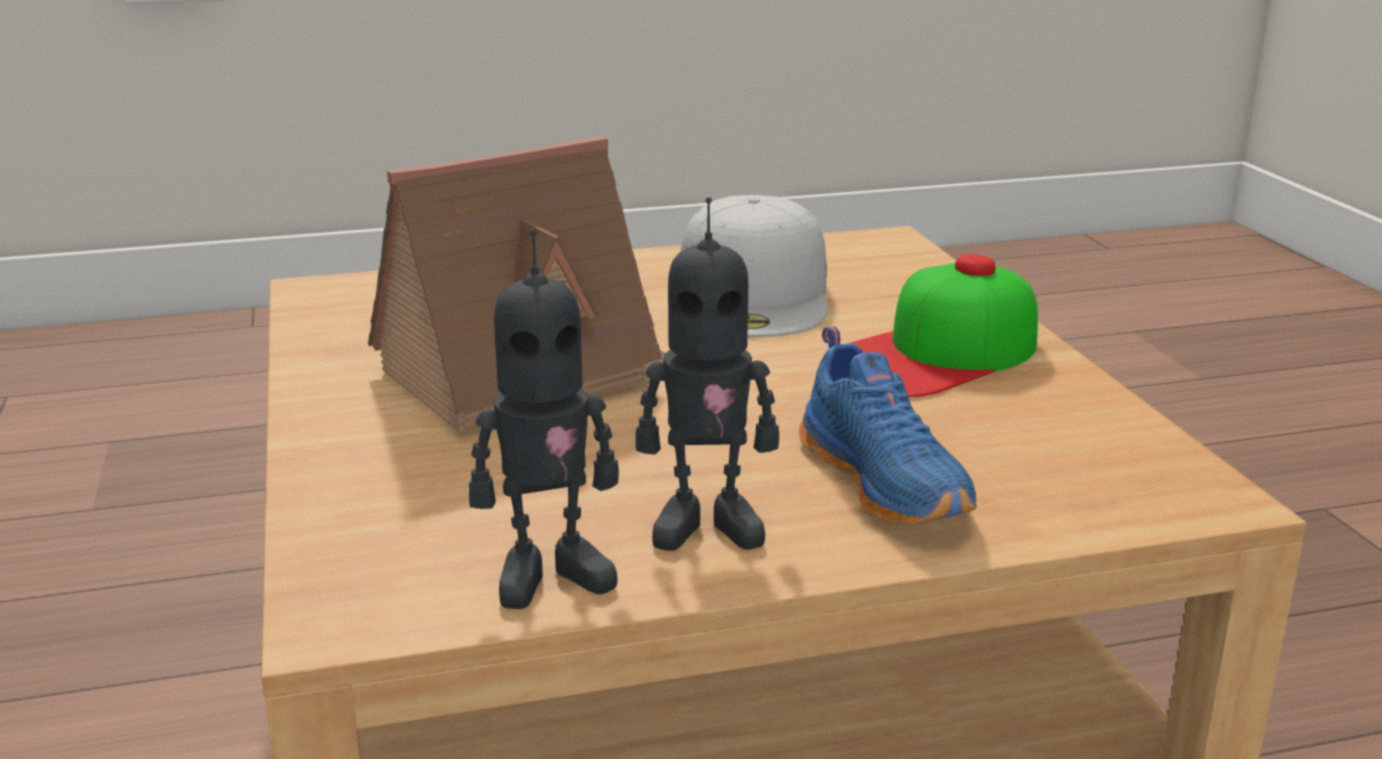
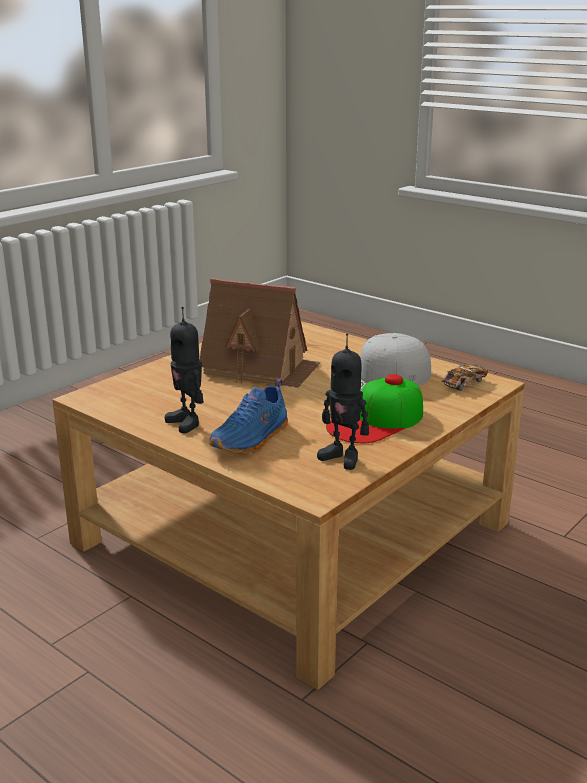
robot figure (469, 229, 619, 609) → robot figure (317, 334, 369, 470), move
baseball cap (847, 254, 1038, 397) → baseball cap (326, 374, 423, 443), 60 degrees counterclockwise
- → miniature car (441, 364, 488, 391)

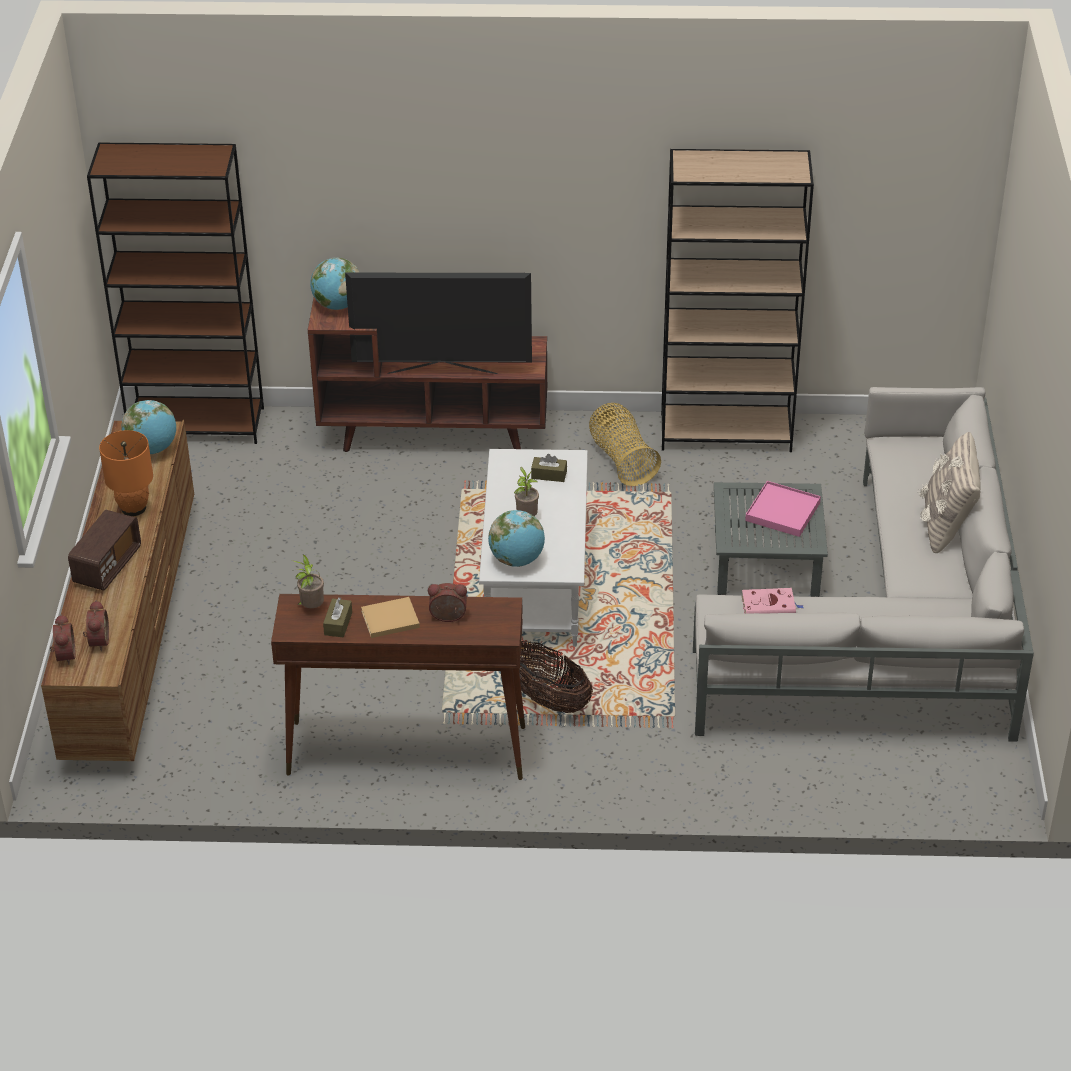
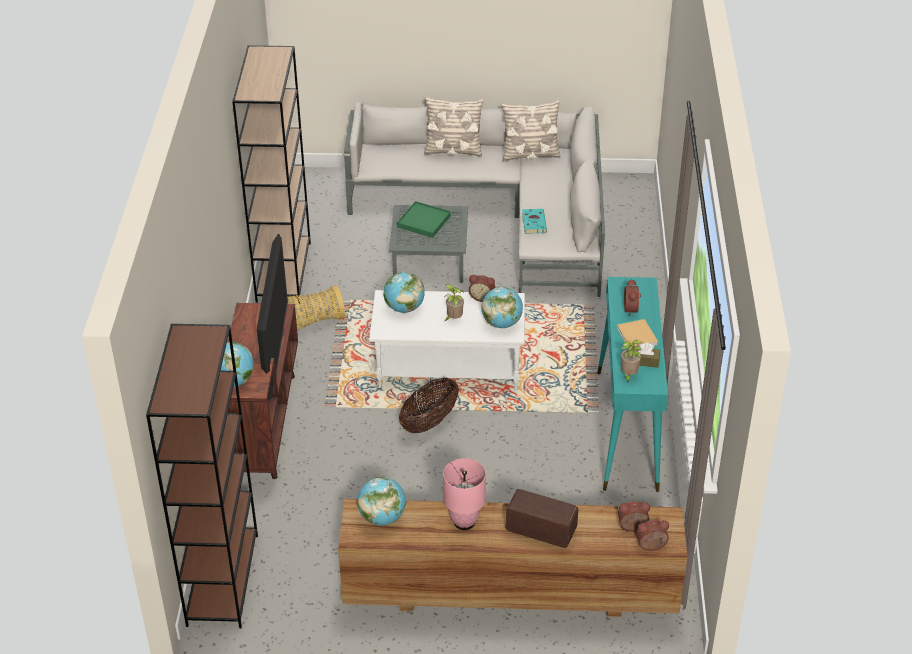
orangey lamp for a table (99, 430, 153, 516) → pink lamp for a table (443, 458, 486, 530)
brownish box of tissues (531, 454, 567, 482) → globe (384, 272, 425, 313)
pink tray (745, 481, 821, 537) → greenish tray (397, 201, 451, 238)
pink volume (742, 588, 804, 613) → turquoise volume (522, 209, 547, 234)
brownish hall table (271, 594, 525, 780) → turquoise hall table (597, 277, 668, 492)
household basket (519, 640, 593, 713) → household basket (399, 377, 459, 433), move
- → sand-coloured cushion (502, 101, 560, 161)
- → bedside clock (469, 275, 495, 302)

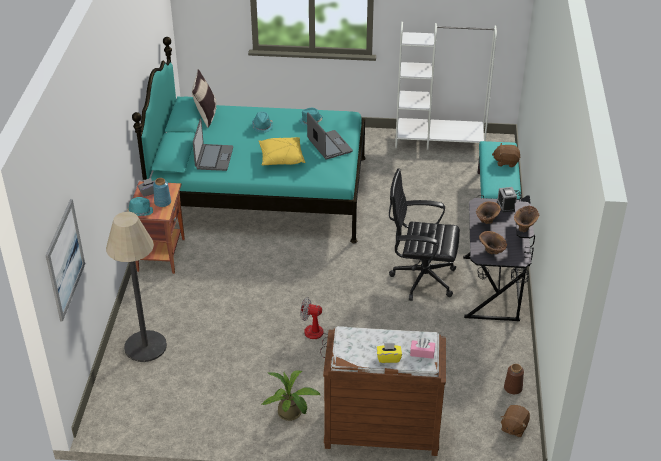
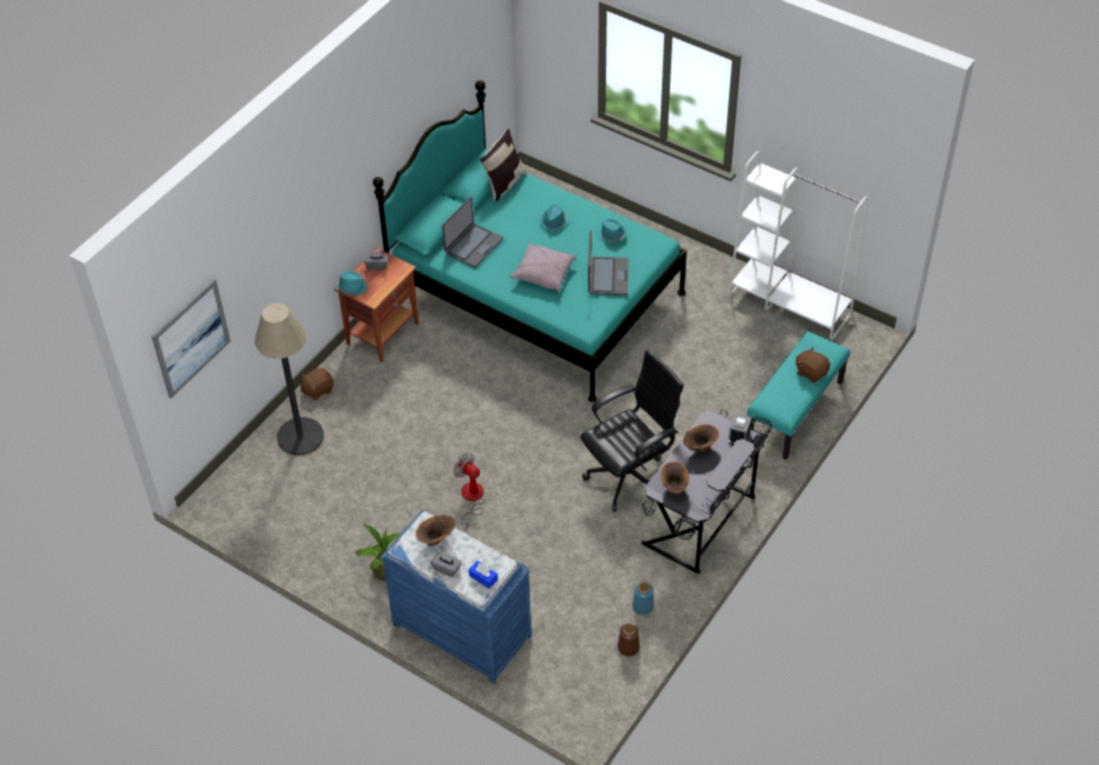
yellow cushion (258, 137, 305, 165) → purple cushion (510, 243, 576, 292)
black office chair (389, 168, 460, 301) → black office chair (581, 349, 683, 512), 105 degrees clockwise
blue decorative vase (153, 178, 171, 207) → blue decorative vase (632, 582, 654, 615), move
brownish decorative vase (514, 206, 540, 232) → brownish decorative vase (416, 515, 455, 546), move
brownish chest of drawers (323, 326, 446, 456) → blue chest of drawers (381, 510, 532, 684)
pink box of tissues (410, 338, 435, 359) → blue box of tissues (469, 561, 498, 589)
yellow box of tissues (377, 343, 402, 363) → gray box of tissues (431, 552, 462, 577)
brownish soft toy (501, 405, 530, 437) → brownish soft toy (300, 368, 334, 400), move

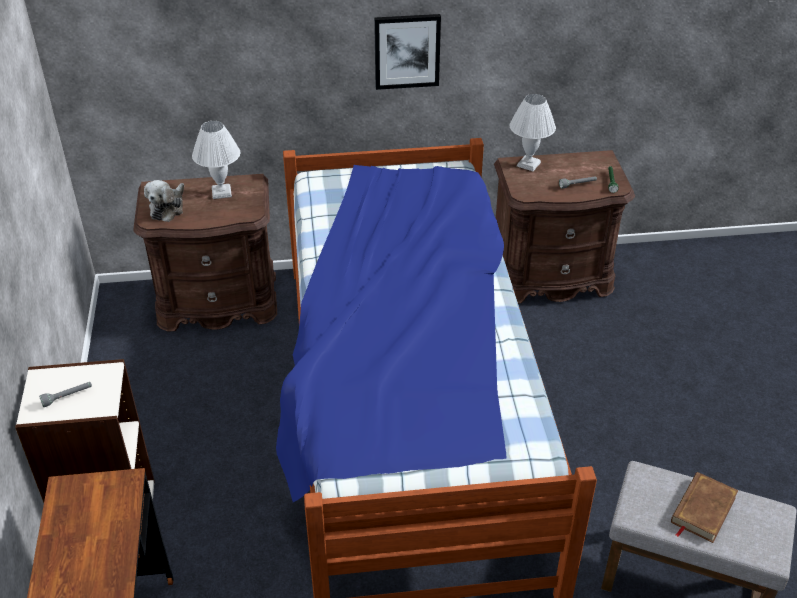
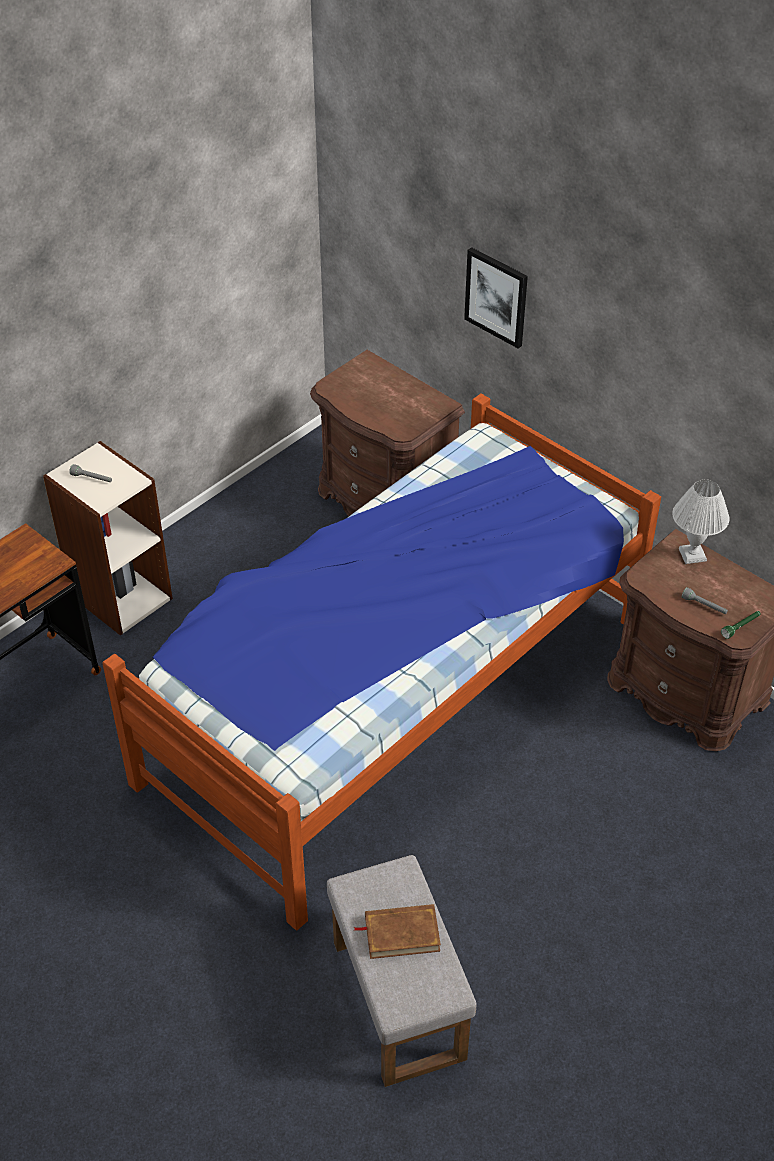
wall picture (374, 14, 441, 90) → wall picture (464, 247, 528, 348), move
white lamp for a table (192, 121, 240, 199) → -
soft toy (144, 180, 184, 222) → -

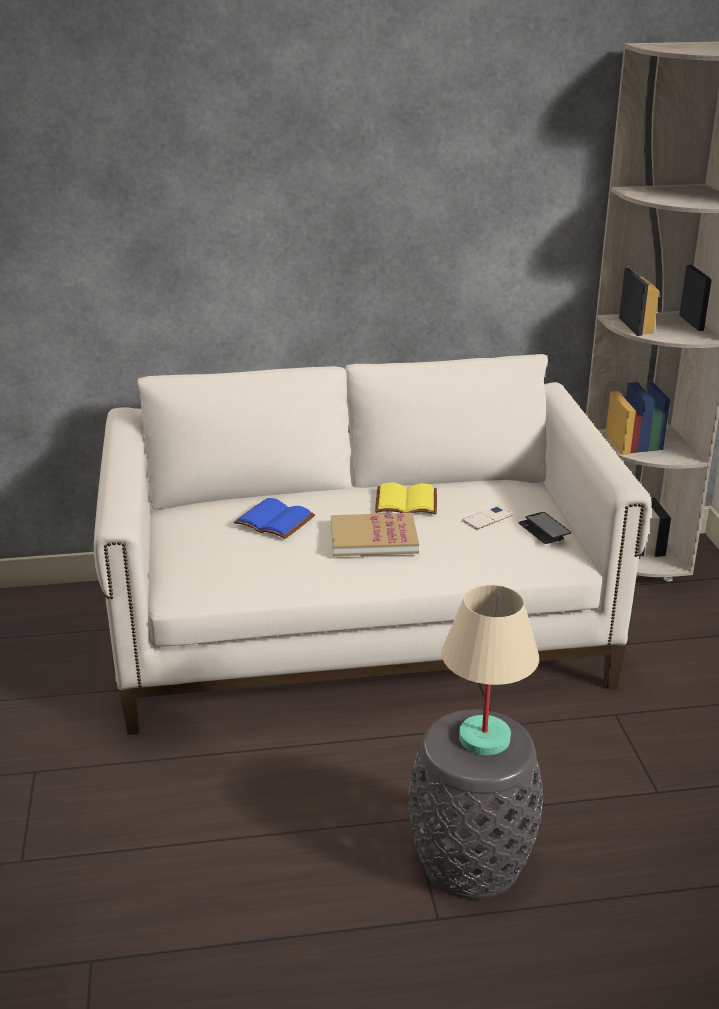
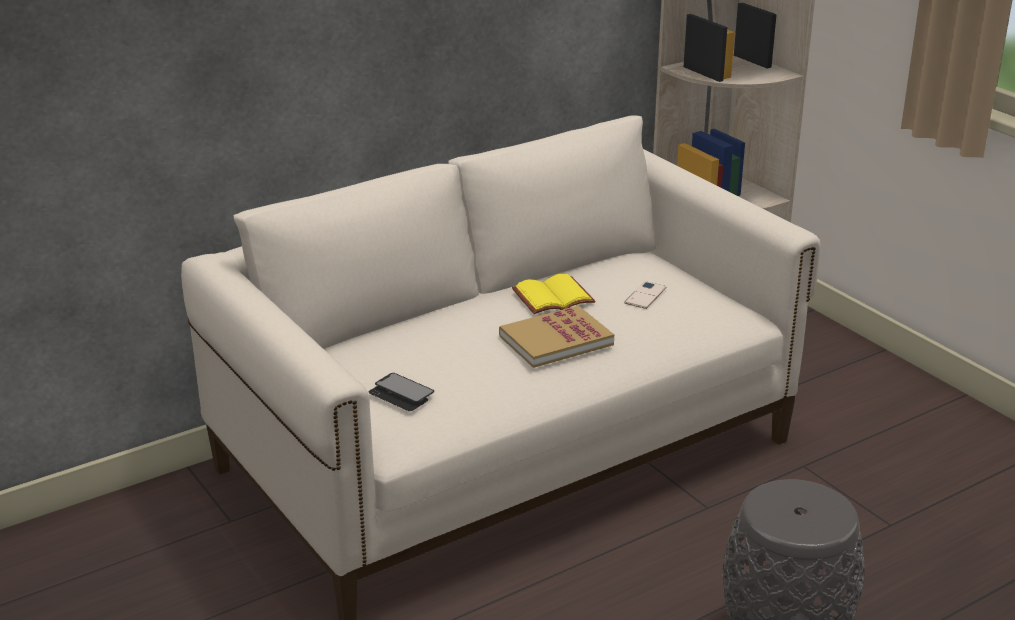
blue volume (234, 498, 315, 539) → -
handset (518, 512, 571, 544) → handset (368, 373, 434, 411), move
sand-coloured lamp for a table (442, 585, 539, 755) → -

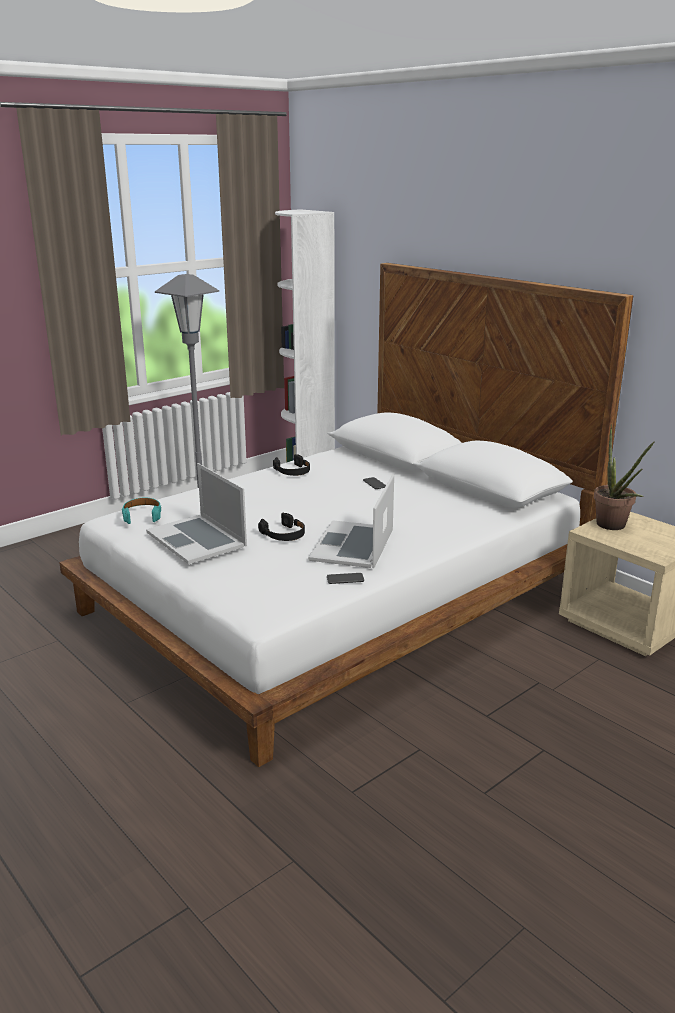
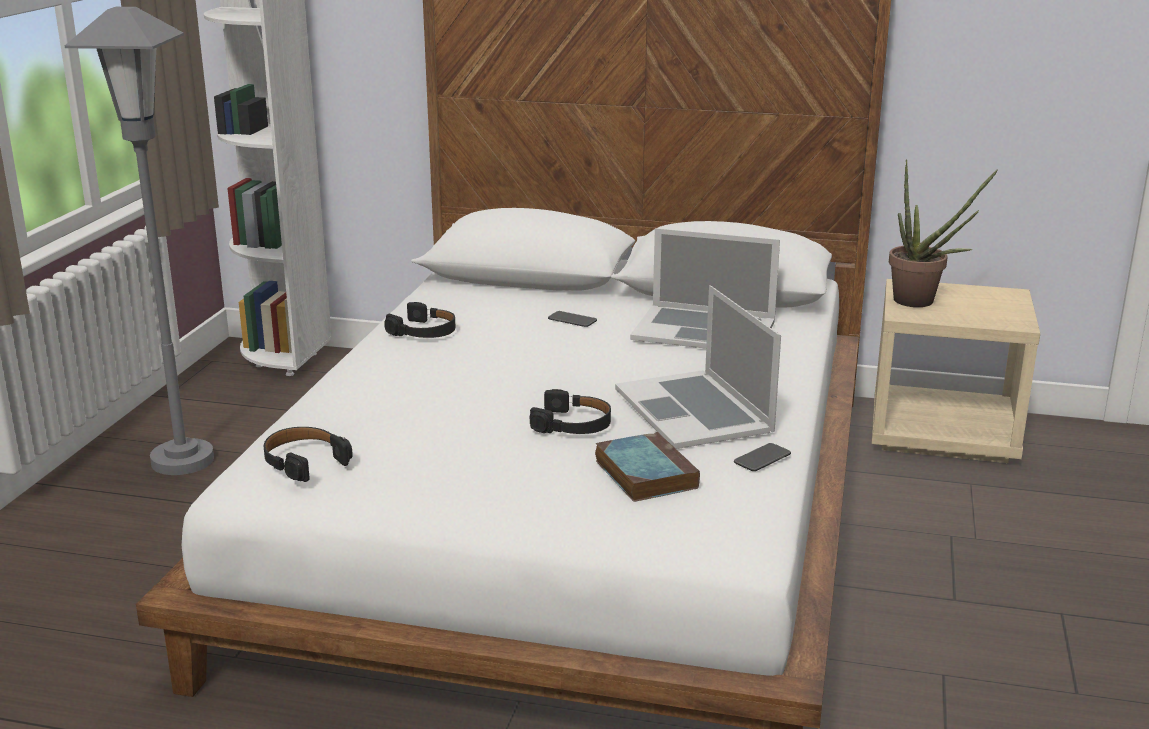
laptop (146, 463, 247, 564) → laptop (630, 228, 780, 349), move
turquoise headset (122, 497, 162, 524) → black headset (264, 427, 353, 482)
- → volume (595, 432, 700, 502)

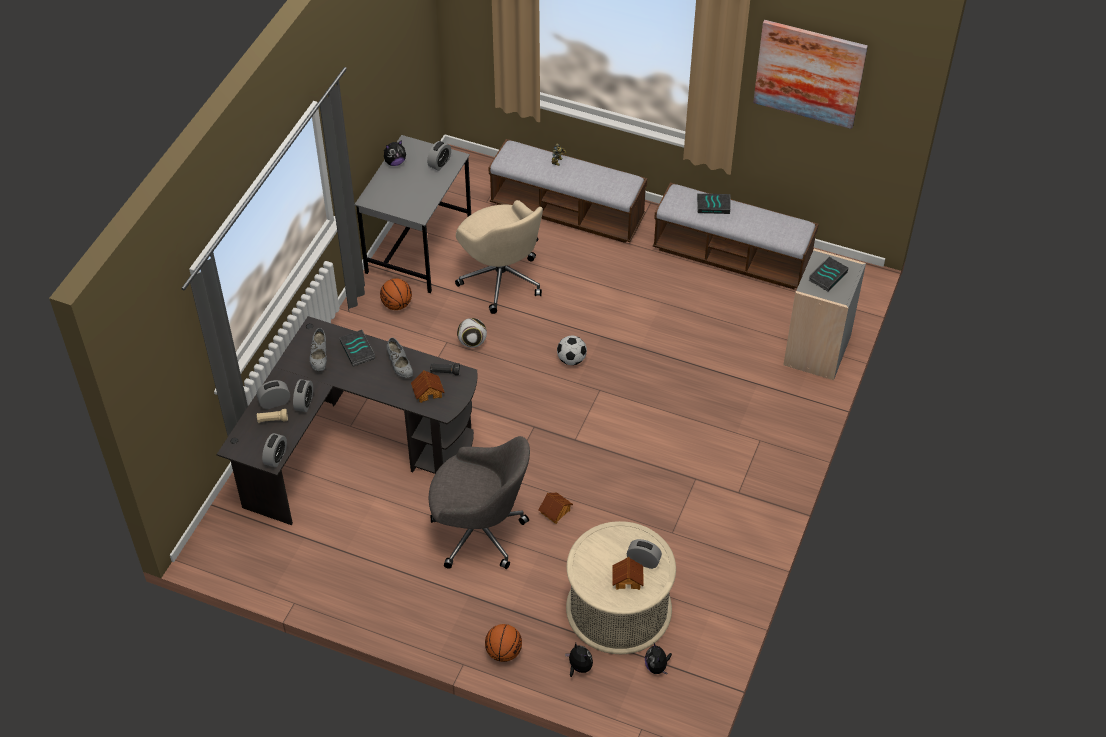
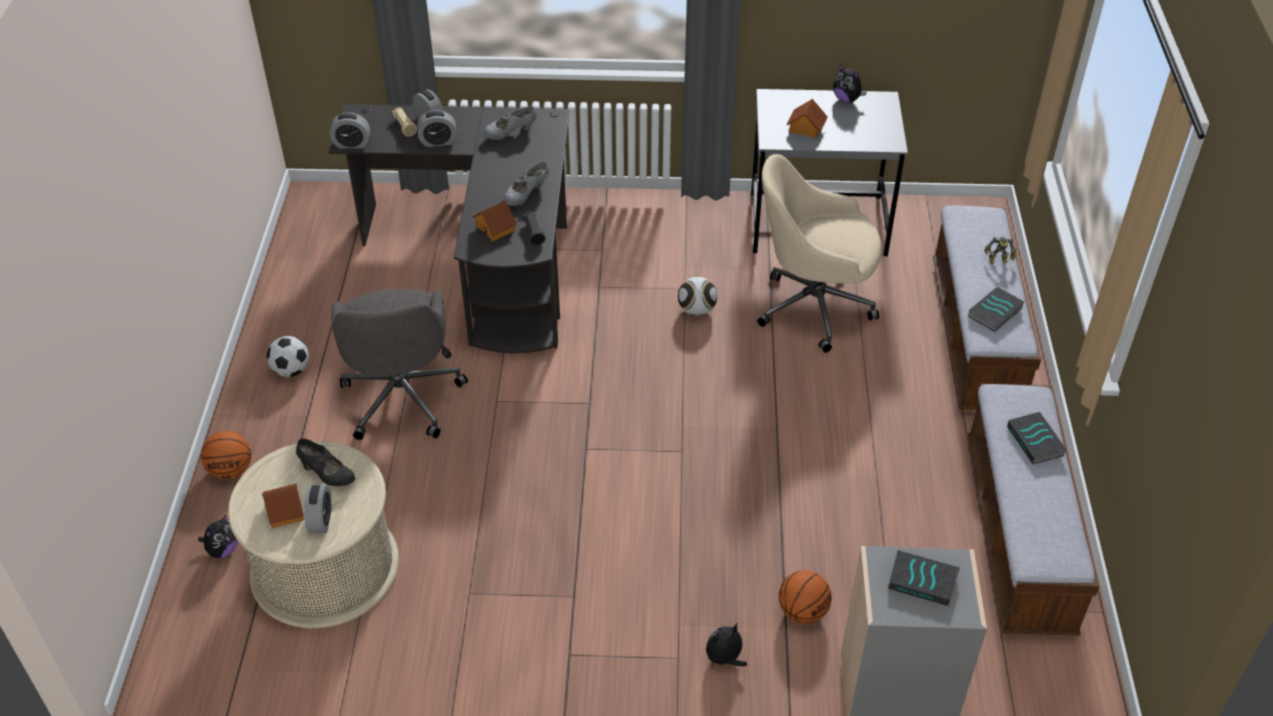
wall picture (753, 20, 868, 129) → -
bedside clock (427, 141, 451, 171) → -
sand-coloured office chair (455, 200, 543, 314) → sand-coloured office chair (757, 154, 882, 353), 60 degrees clockwise
basketball ball (380, 278, 412, 310) → basketball ball (779, 570, 832, 624), move
volume (340, 330, 375, 367) → volume (968, 287, 1024, 332), move
football (557, 336, 587, 365) → football (267, 336, 309, 377), move
model house (538, 493, 573, 524) → model house (786, 98, 828, 138), move
soft toy (645, 643, 672, 674) → soft toy (706, 623, 747, 668), move
- → black low shoe (296, 438, 355, 486)

